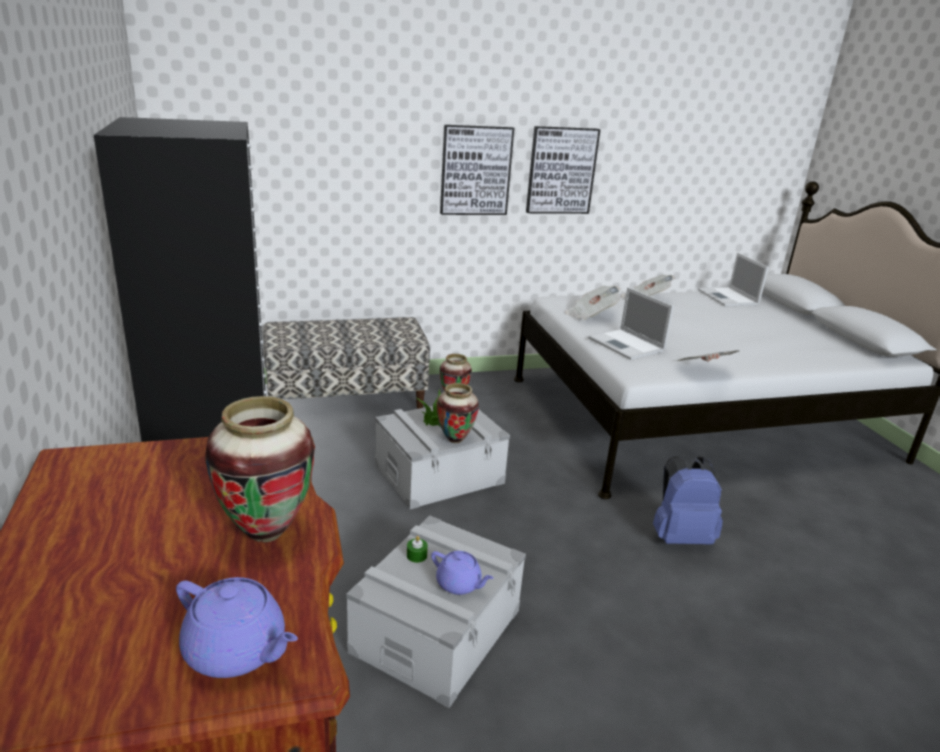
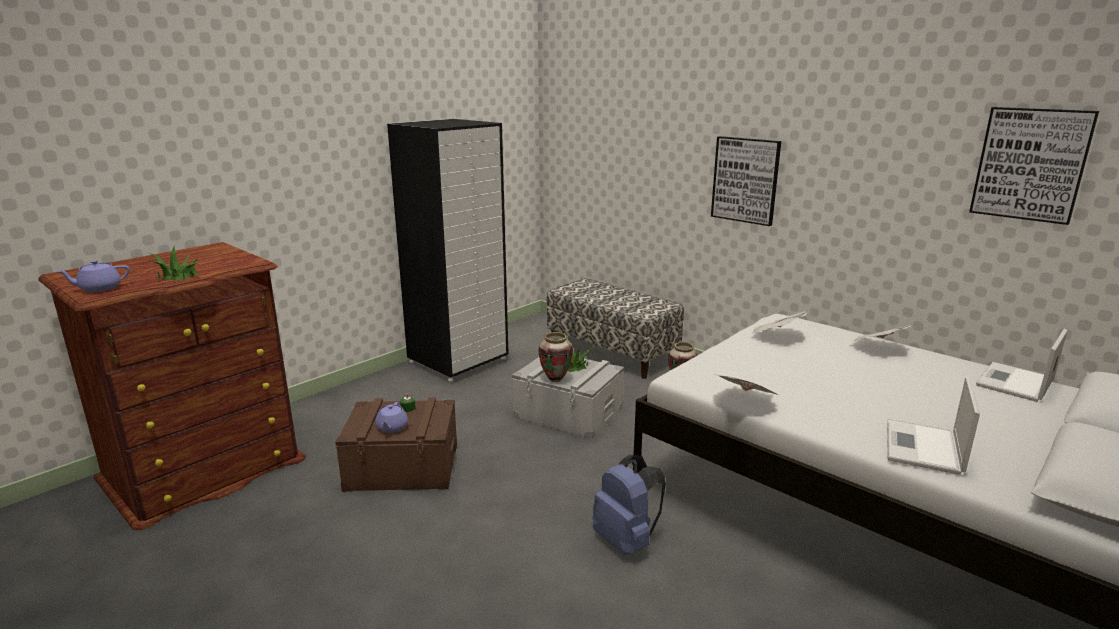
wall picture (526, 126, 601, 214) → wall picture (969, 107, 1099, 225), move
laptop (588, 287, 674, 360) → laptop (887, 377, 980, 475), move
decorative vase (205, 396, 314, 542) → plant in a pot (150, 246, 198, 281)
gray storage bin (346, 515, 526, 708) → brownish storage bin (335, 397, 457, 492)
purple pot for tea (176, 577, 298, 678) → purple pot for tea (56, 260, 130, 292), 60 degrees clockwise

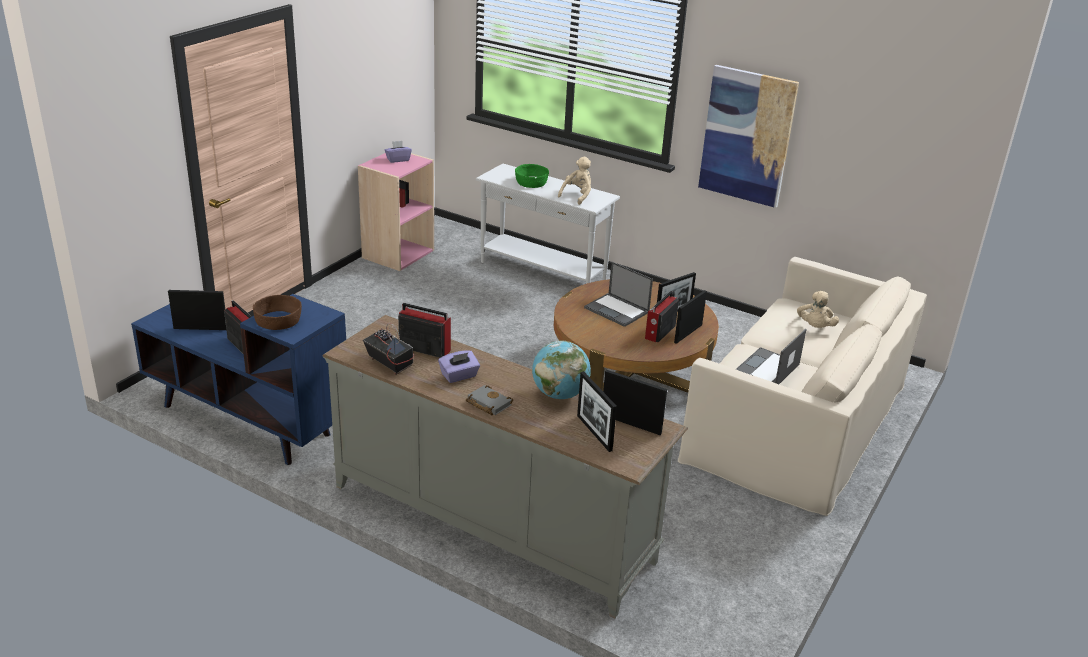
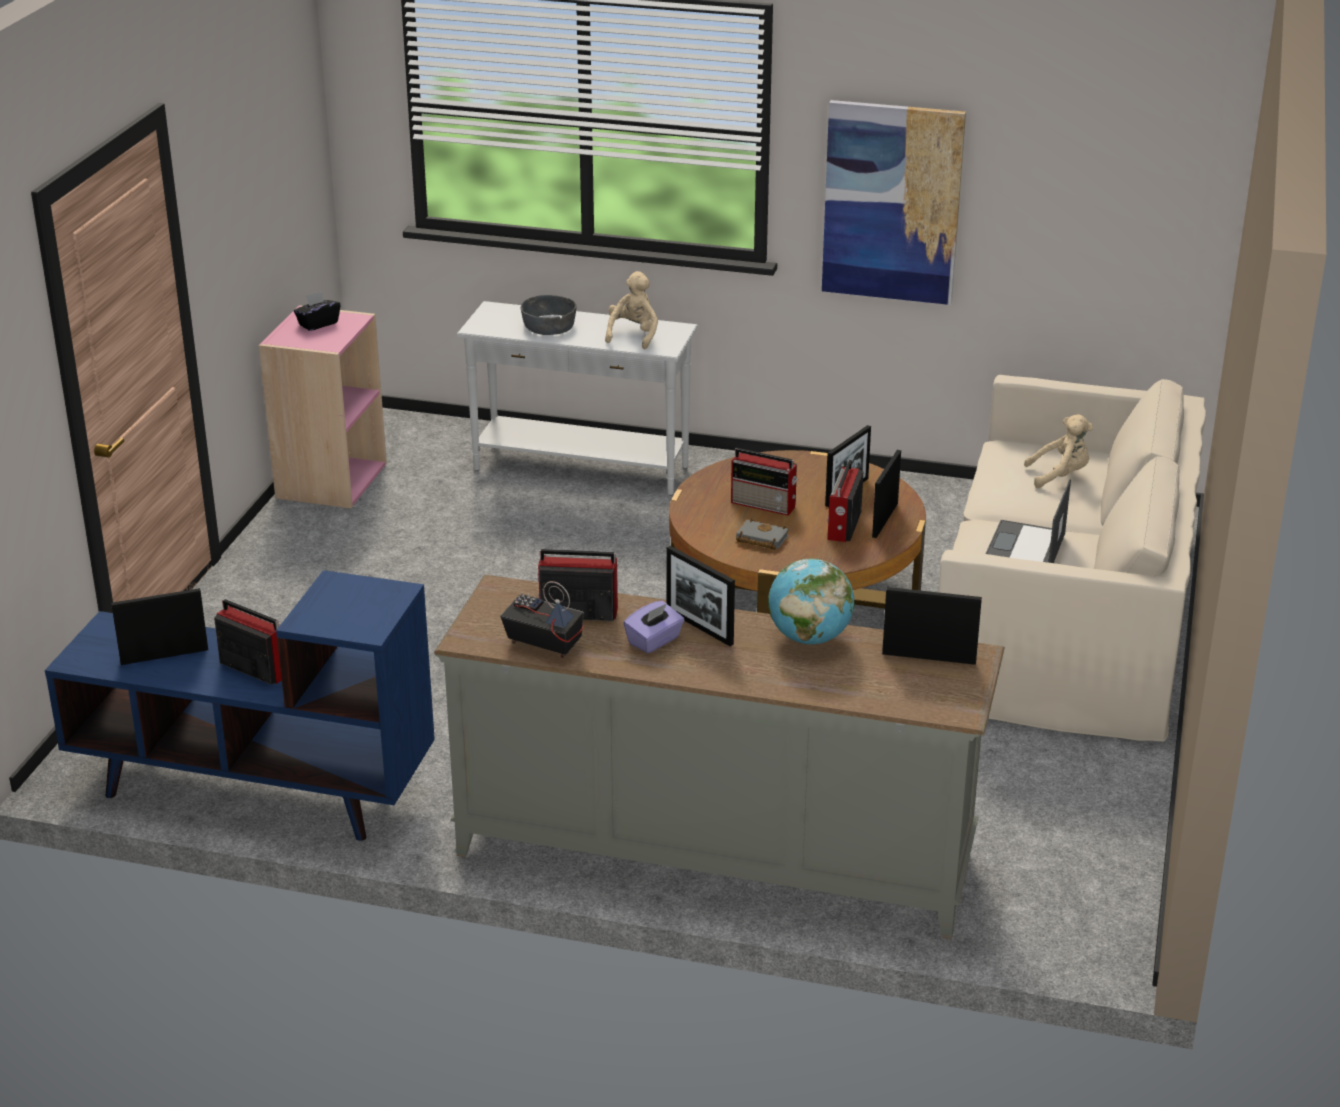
purple box of tissues (385, 141, 412, 163) → black box of tissues (294, 291, 341, 331)
greenish deep dish (515, 164, 549, 188) → gray deep dish (520, 295, 577, 335)
laptop (584, 262, 653, 327) → radio set (731, 448, 798, 516)
sand-coloured soft toy (797, 291, 839, 328) → sand-coloured soft toy (1024, 415, 1093, 488), 90 degrees counterclockwise
brownish deep dish (253, 295, 302, 330) → -
picture frame (577, 371, 617, 452) → picture frame (667, 546, 735, 646), move
gray volume (466, 385, 513, 416) → gray volume (736, 519, 789, 550), move

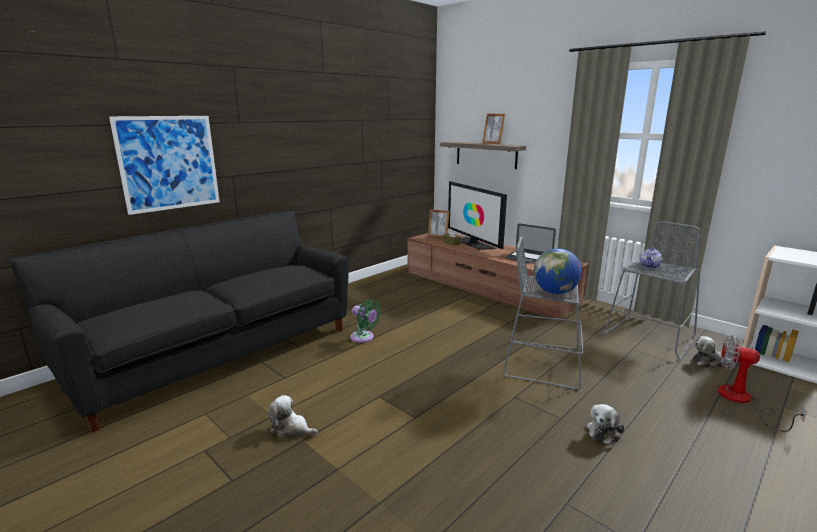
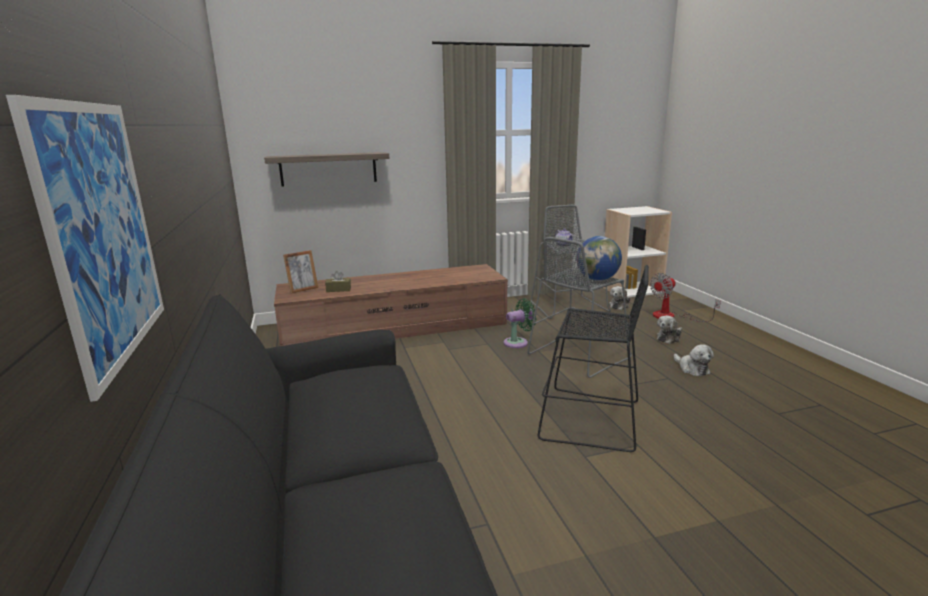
picture frame (482, 114, 505, 144) → -
TV (448, 181, 507, 250) → -
laptop (505, 223, 556, 264) → -
greenish cooling fan (350, 299, 381, 343) → greenish cooling fan (504, 298, 537, 348), move
soft toy (268, 395, 318, 439) → soft toy (657, 315, 682, 344), move
- → black sitting stool (538, 265, 649, 452)

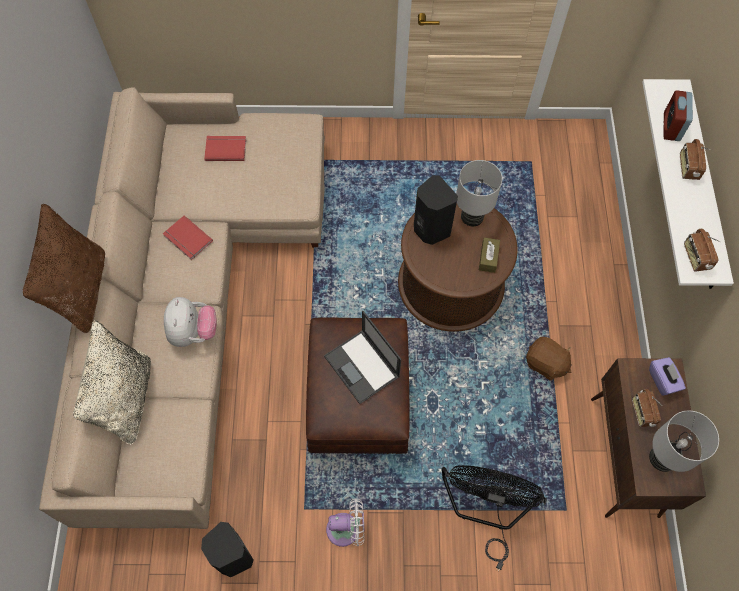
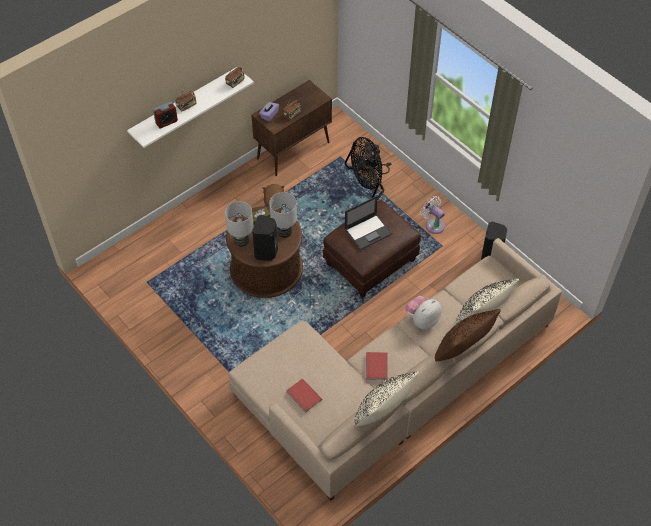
laptop (324, 311, 401, 404) → laptop (344, 196, 392, 250), 45 degrees clockwise
gray lamp for a table (649, 411, 719, 472) → gray lamp for a table (269, 192, 297, 238), move
- → sand-coloured cushion (354, 371, 419, 427)

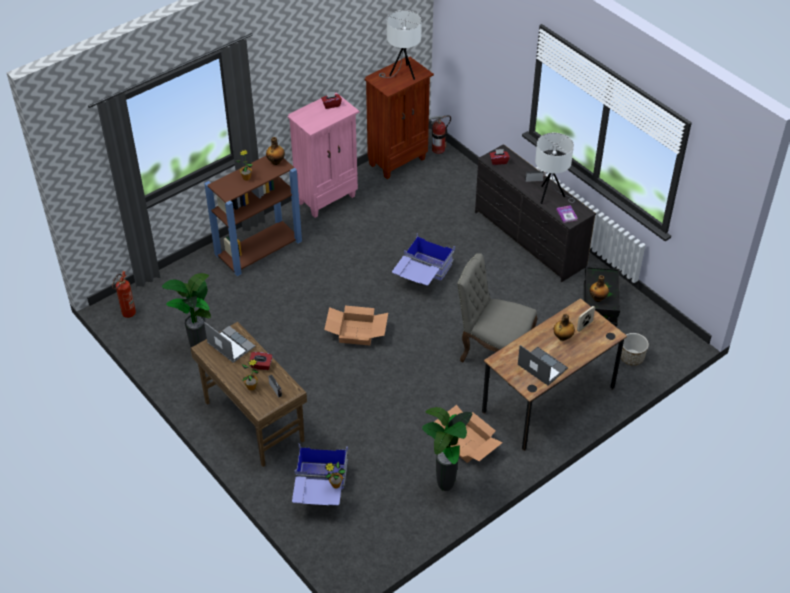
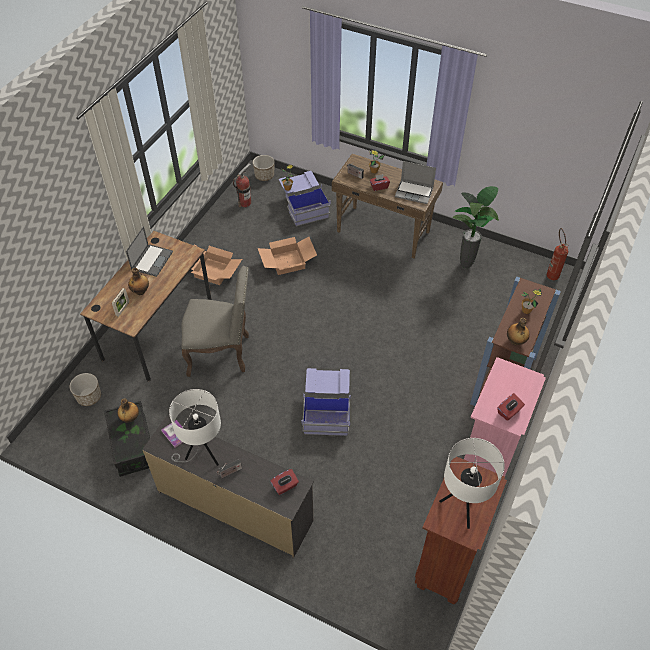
fire-fighting cylinder (429, 115, 451, 154) → fire-fighting cylinder (233, 163, 251, 207), move
carton (324, 305, 388, 346) → carton (258, 237, 317, 275), move
laptop (518, 345, 568, 386) → laptop (126, 226, 173, 277), 90 degrees counterclockwise
plant in a pot (422, 407, 472, 491) → -
- → planter (253, 155, 274, 181)

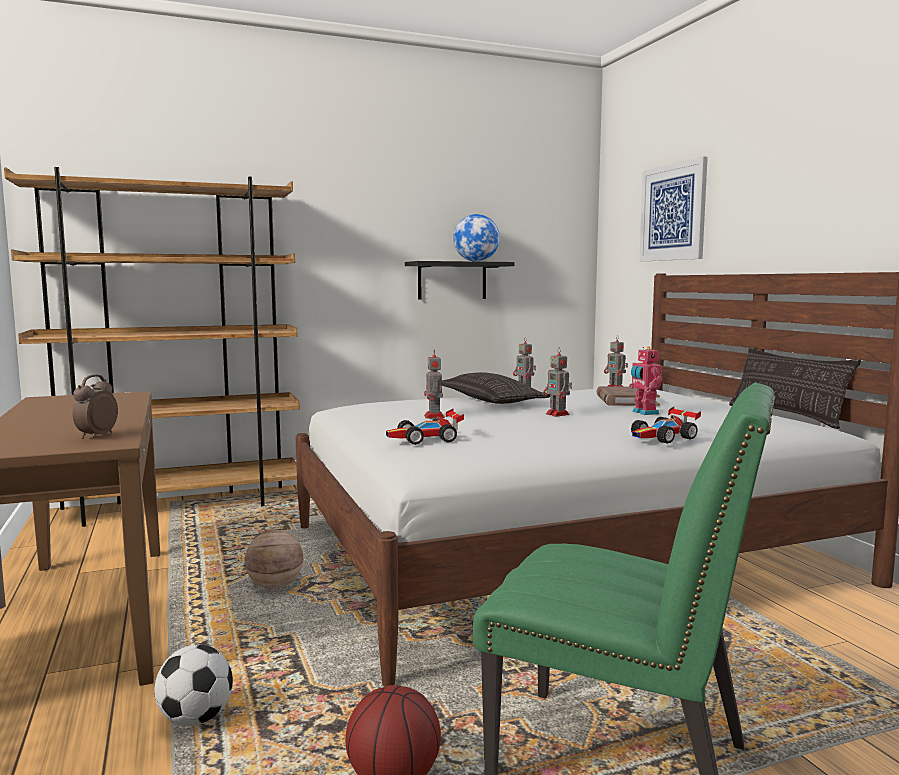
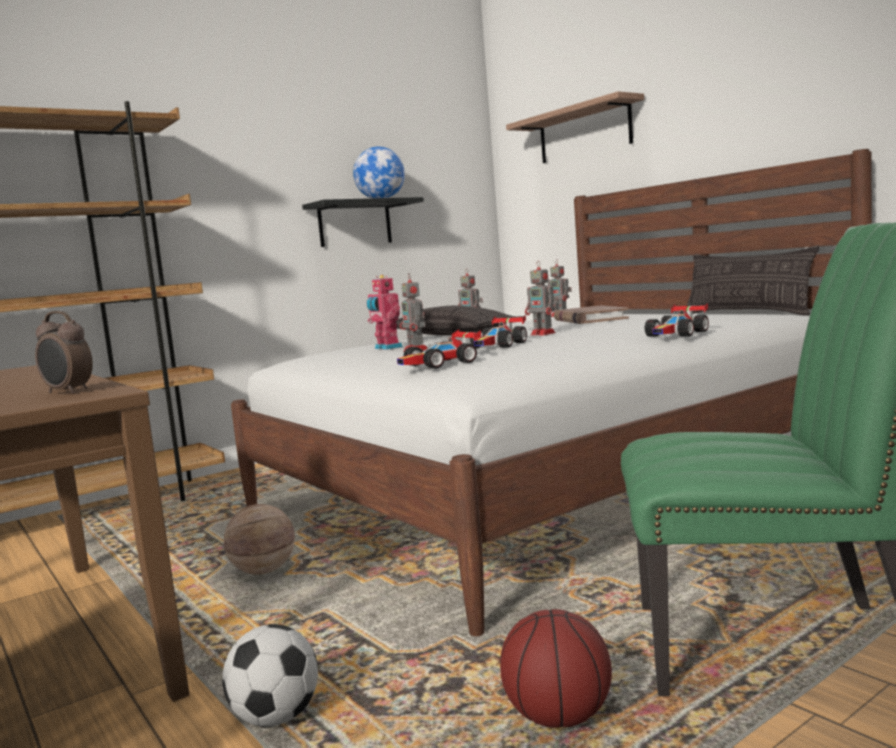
wall picture (639, 156, 708, 261) → bracket shelf (506, 91, 644, 163)
robot figure (629, 347, 662, 415) → robot figure (367, 275, 403, 350), move
bedside clock (72, 375, 118, 439) → bedside clock (35, 311, 93, 394), 60 degrees counterclockwise
- → miniature car (470, 315, 527, 348)

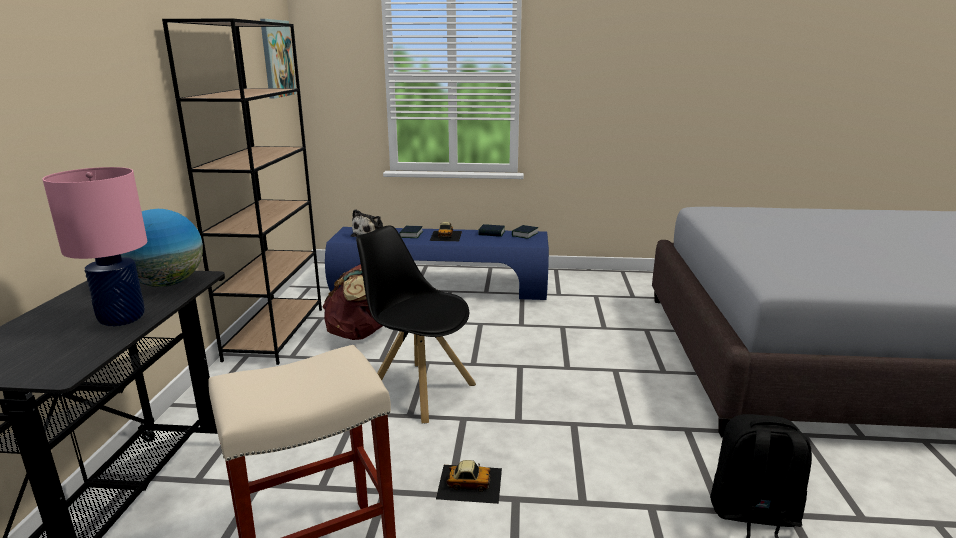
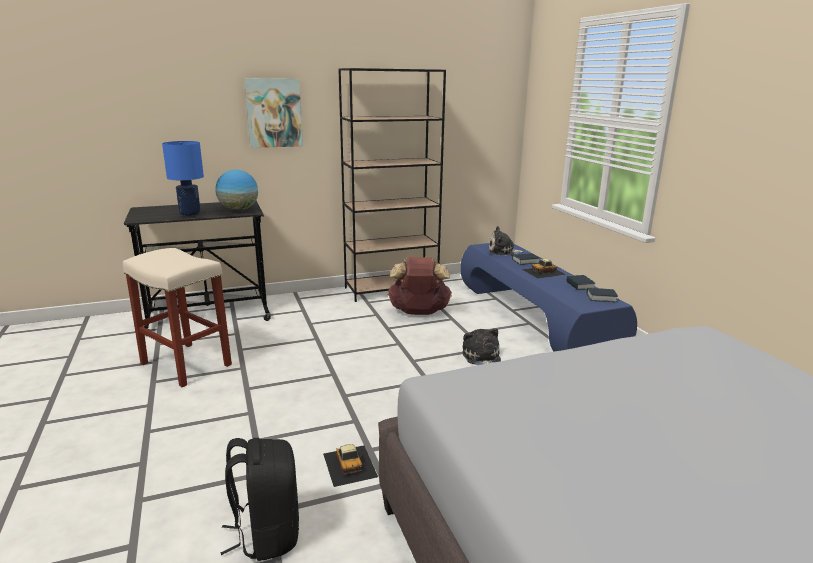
wall picture (260, 19, 296, 99) → wall picture (244, 78, 303, 148), move
pink lamp for a table (42, 167, 147, 327) → blue lamp for a table (162, 141, 204, 216)
black upright chair (356, 225, 476, 423) → -
miniature car (436, 460, 502, 504) → miniature car (323, 444, 378, 487), move
- → soft toy (462, 328, 501, 365)

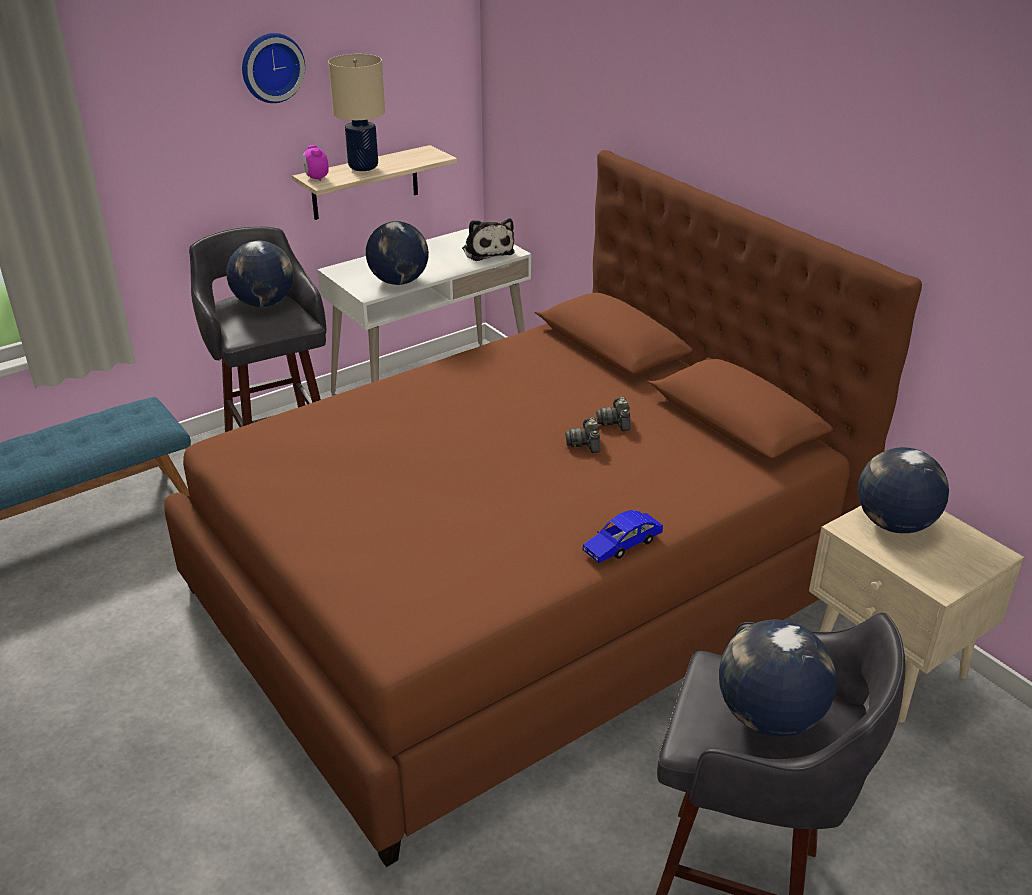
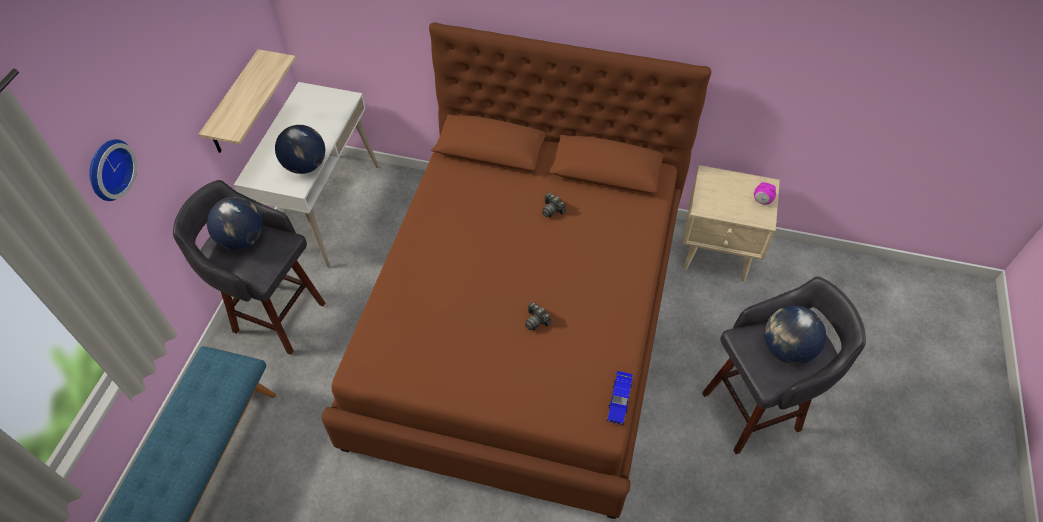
clock on the wall (242, 33, 305, 103) → clock on the wall (89, 139, 137, 201), move
sand-coloured lamp for a table (328, 54, 385, 171) → -
bedside clock (303, 145, 328, 181) → bedside clock (754, 182, 776, 204), move
soft toy (462, 218, 515, 261) → -
still camera (565, 417, 600, 453) → still camera (525, 302, 551, 331), move
globe (858, 447, 949, 533) → -
blue miniature car (583, 510, 663, 563) → blue miniature car (607, 371, 633, 425), move

